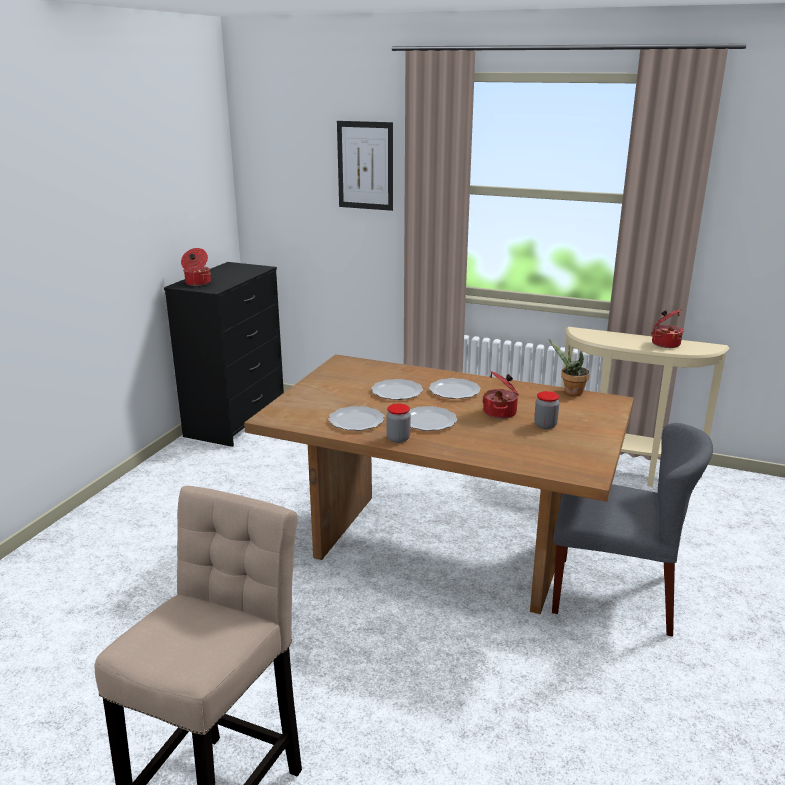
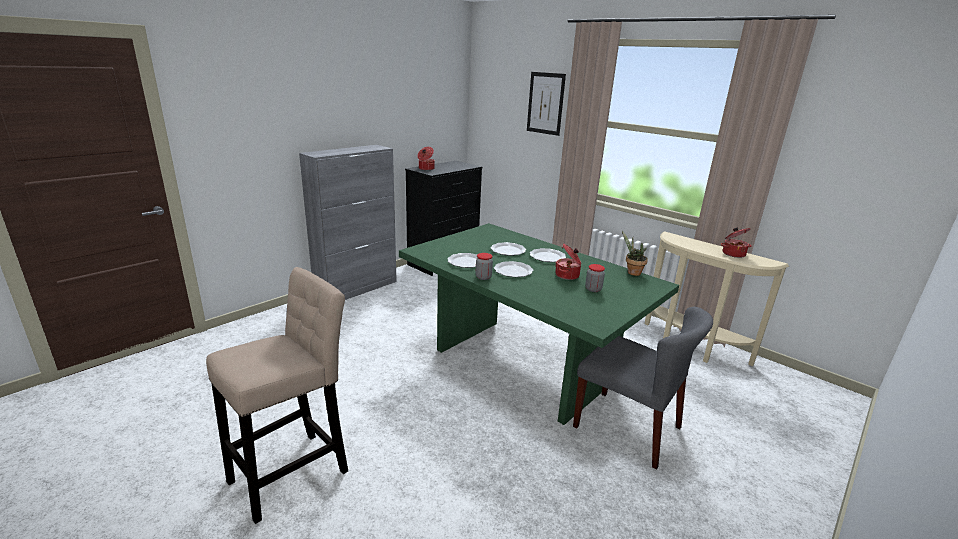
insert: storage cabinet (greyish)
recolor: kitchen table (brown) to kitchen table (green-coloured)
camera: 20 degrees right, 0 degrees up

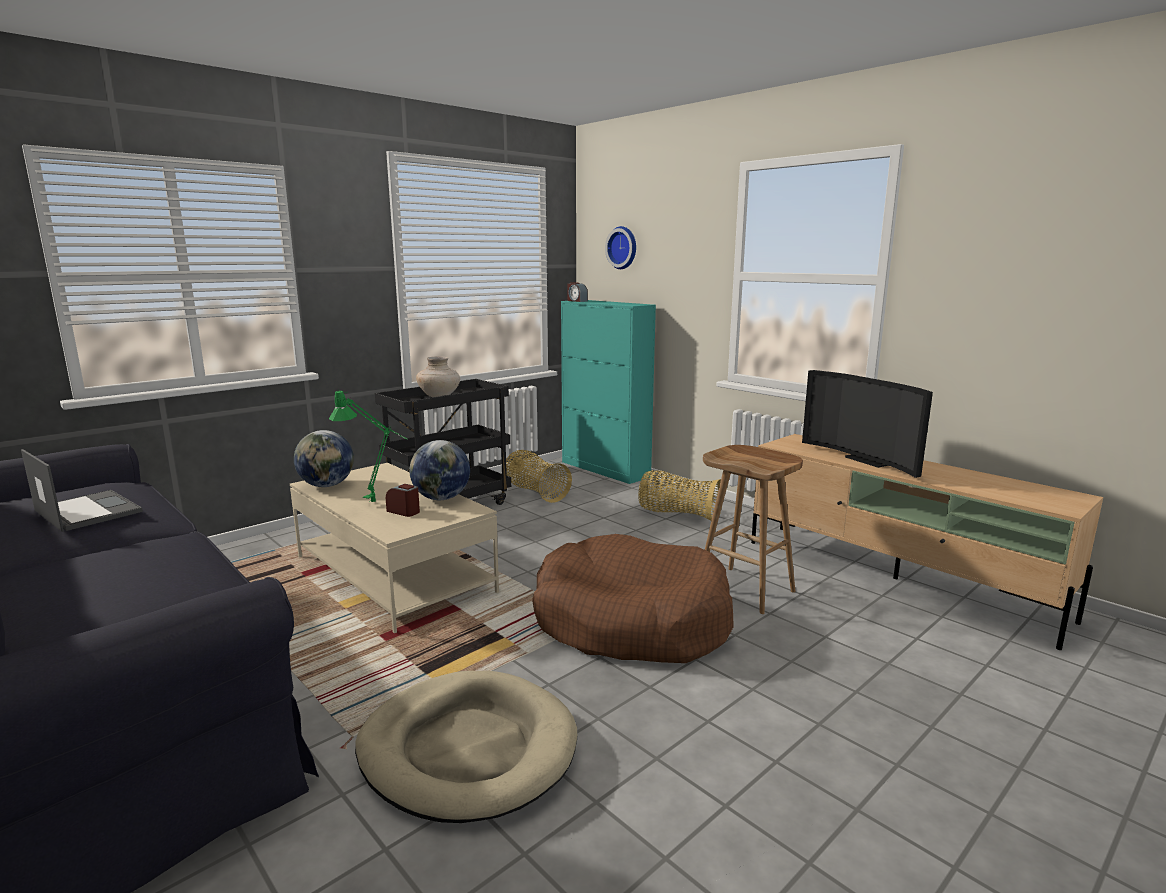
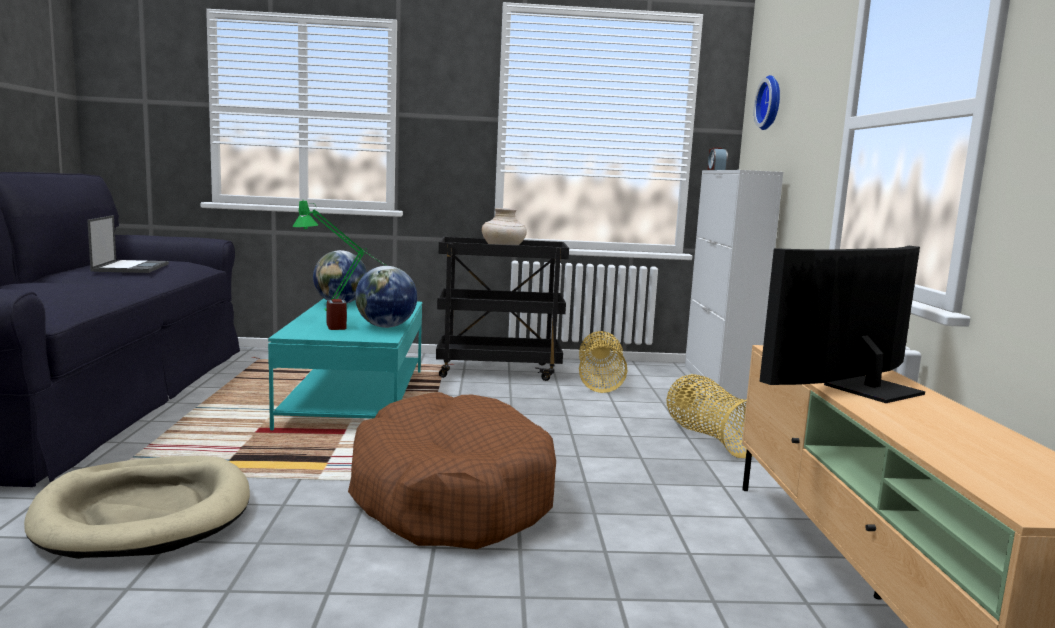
delete: sitting stool (brown)
recolor: storage cabinet (turquoise-coloured) to storage cabinet (white); coffee table (beige-coloured) to coffee table (turquoise-coloured)
rotate: TV 45 degrees clockwise
camera: 40 degrees right, 5 degrees down

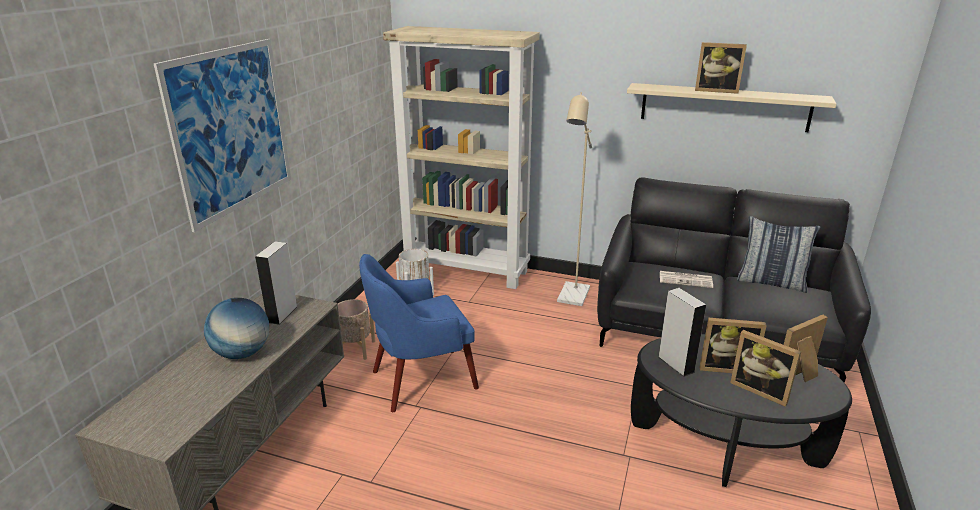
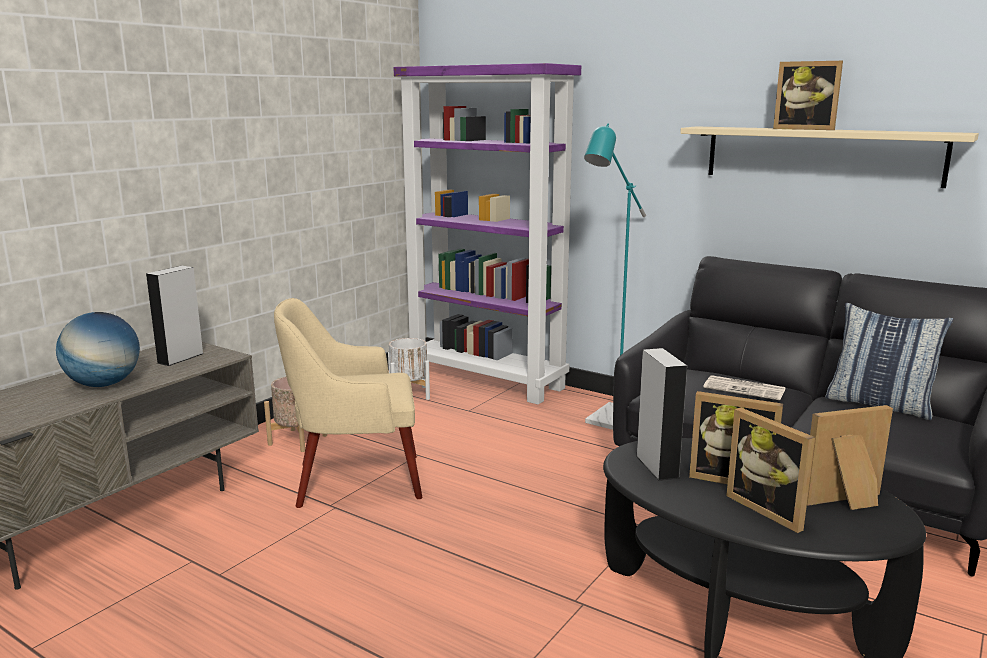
delete: picture
recolor: bookcase (beige-coloured) to bookcase (purple-coloured); standard lamp (beige-coloured) to standard lamp (turquoise-coloured); armchair (blue-coloured) to armchair (beige-coloured)
camera: 15 degrees right, 10 degrees down

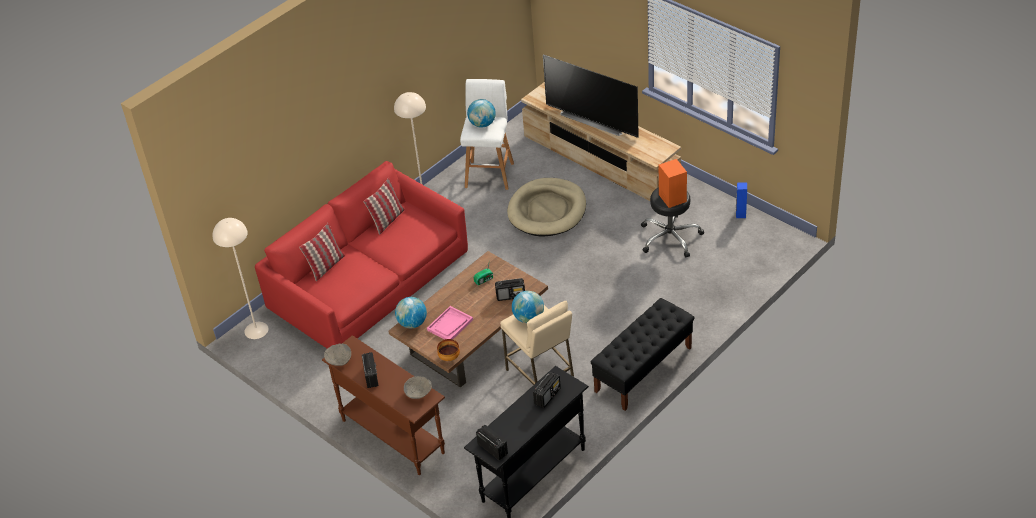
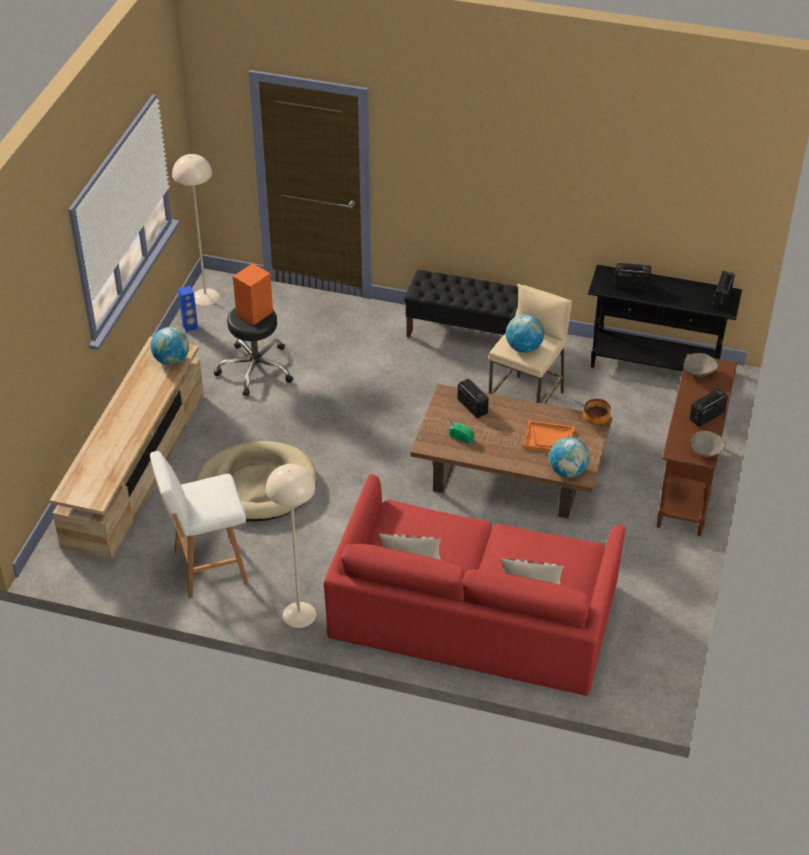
delete: TV
move: globe (2nd from left in the first image) to globe (1st from left); standard lamp (beige-coloured) (1st from left)
recolor: tray (pink-coloured) to tray (orange)
camera: 120 degrees left, 0 degrees up

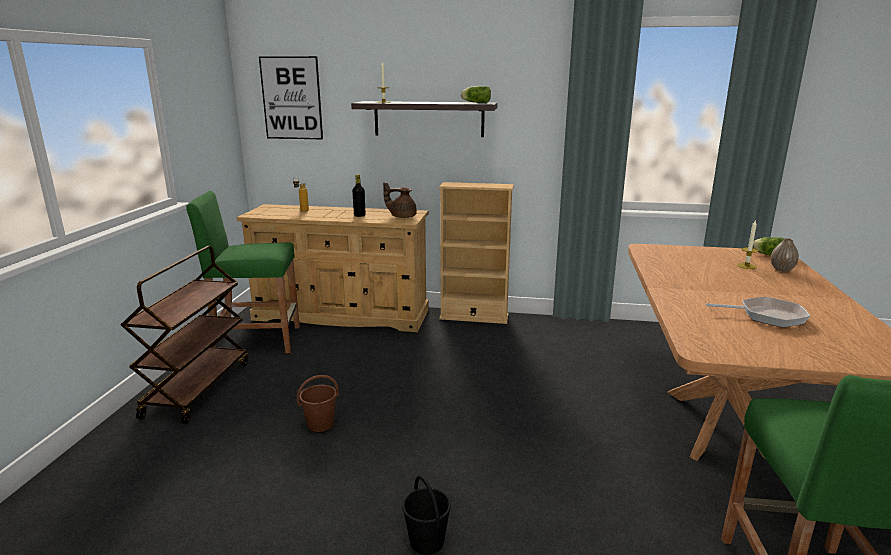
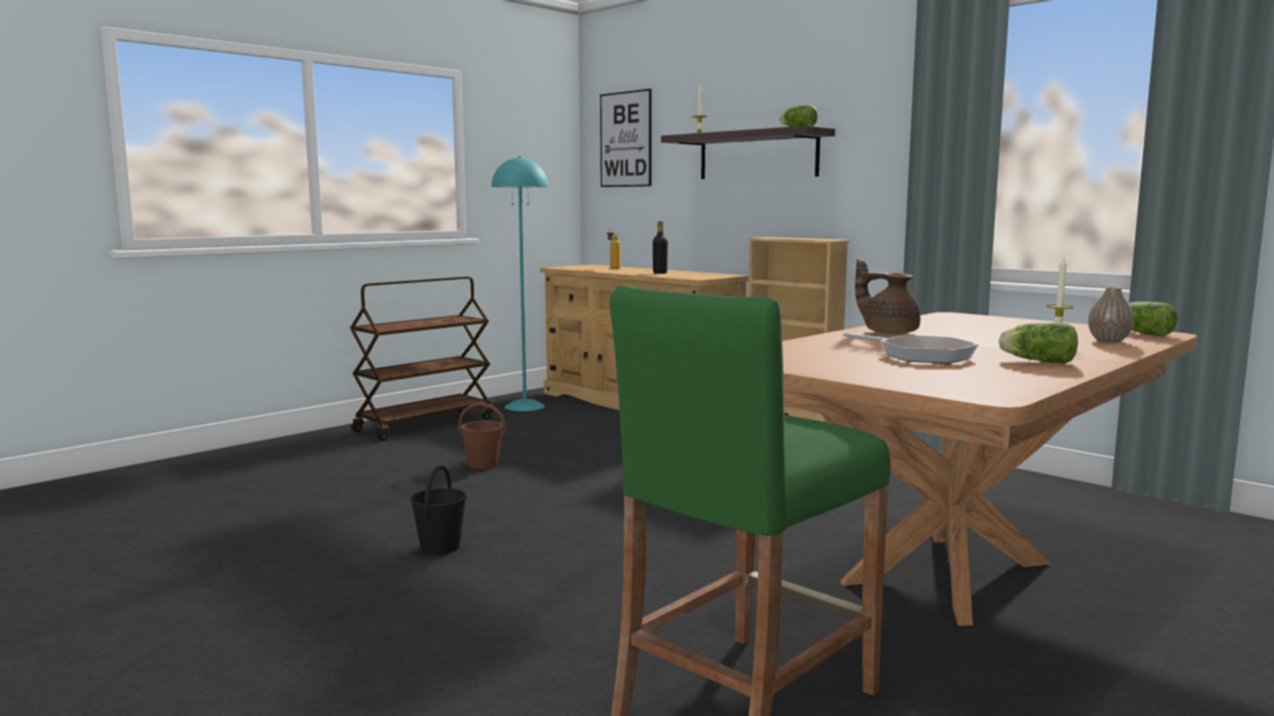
insert: lettuce head (2nd from left)
move: teapot (brown)
replace: sitting stool (green-coloured) (1st from left) to standard lamp (turquoise-coloured)
camera: 35 degrees right, 10 degrees down

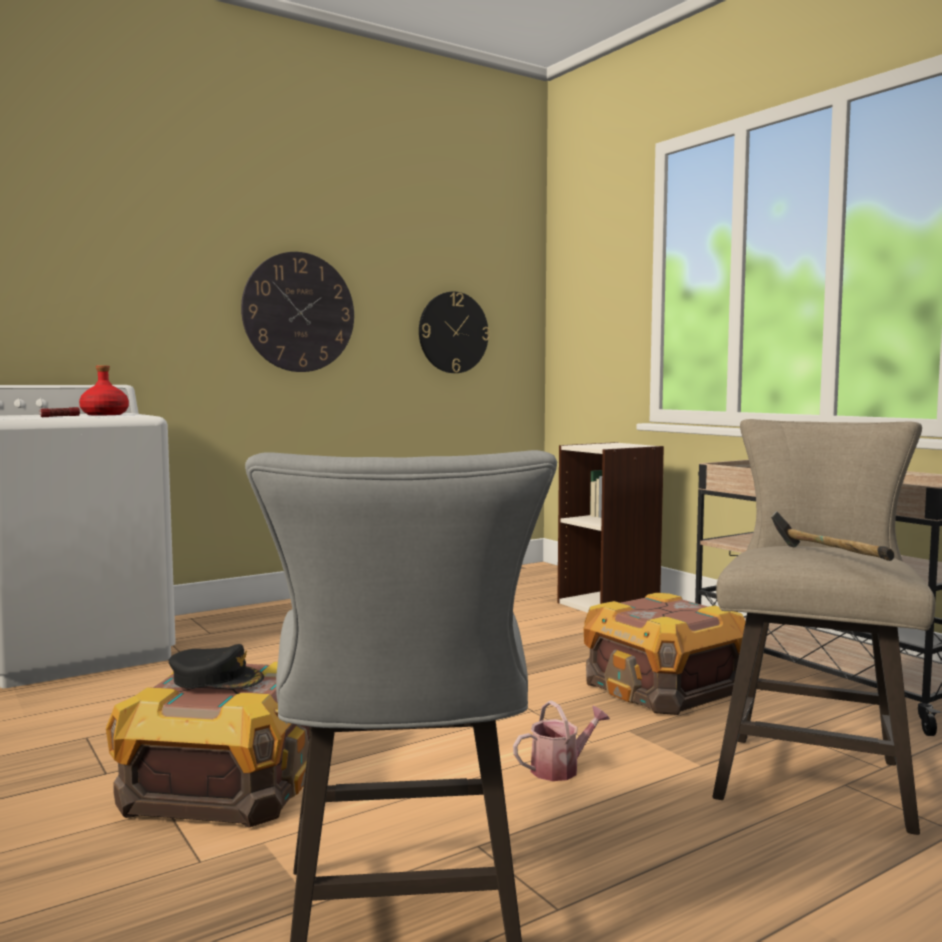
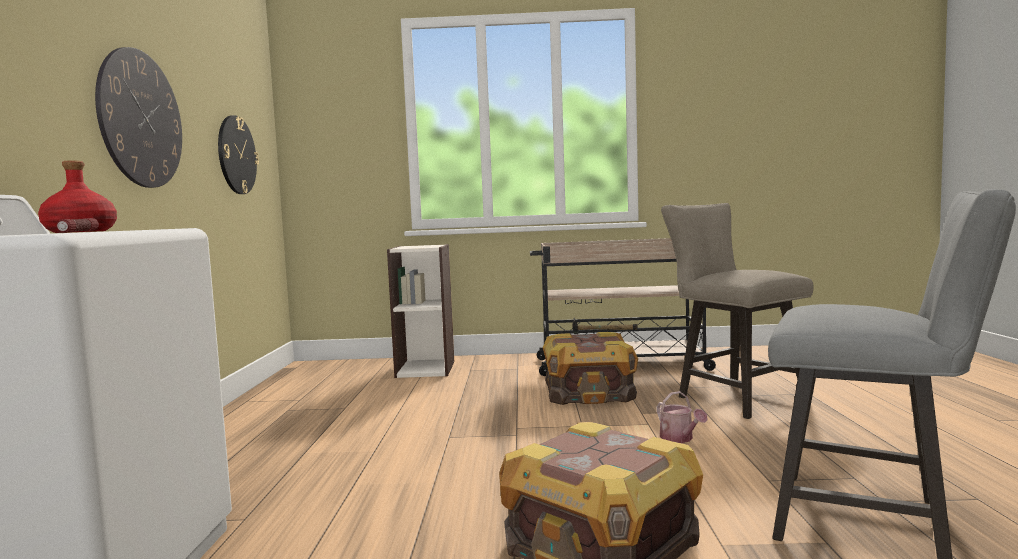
delete: baseball cap (black)
move: tool hammer
rotate: sprinkling can 150 degrees clockwise
camera: 55 degrees left, 0 degrees up

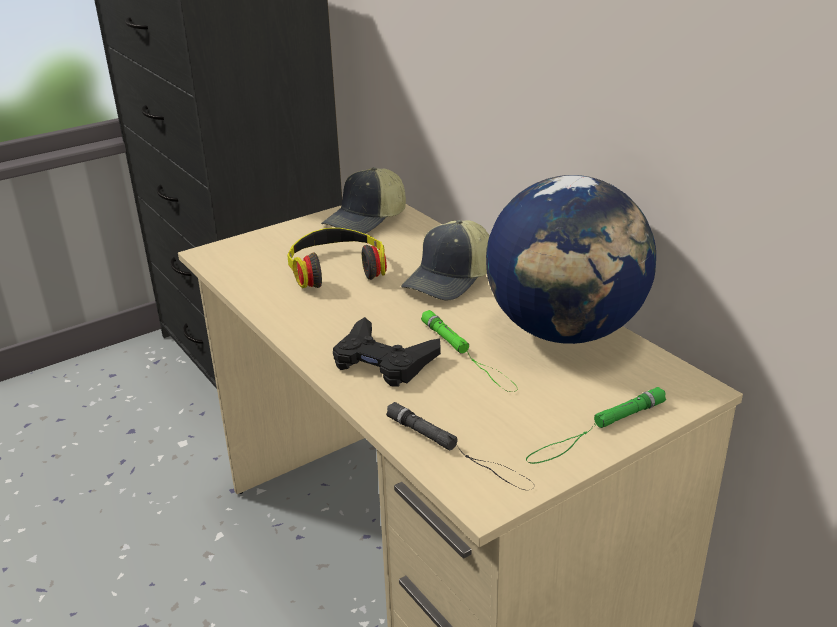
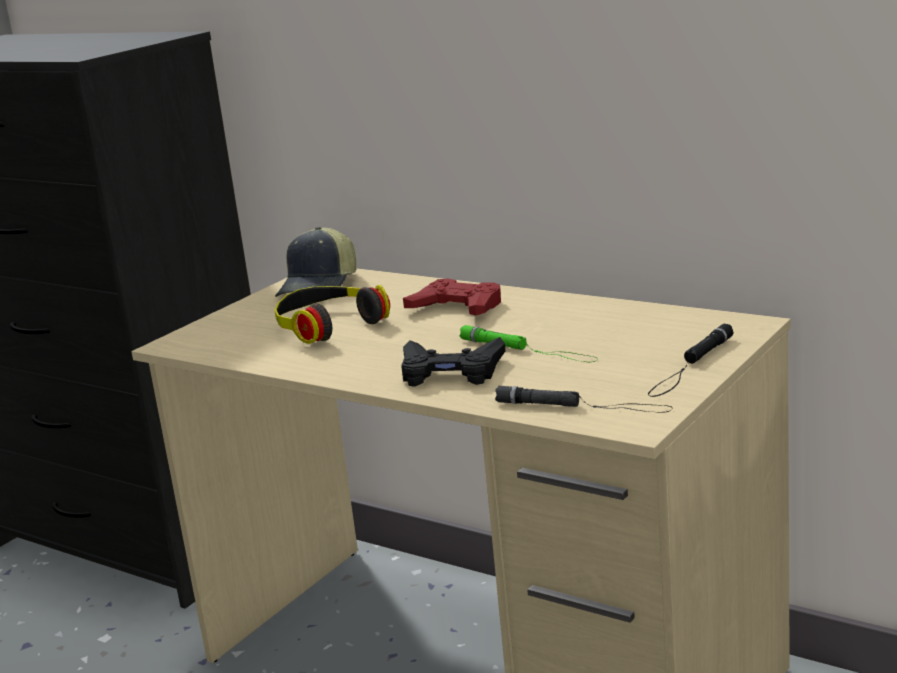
delete: globe
replace: baseball cap (2nd from left) to gamepad (red)
recolor: torch (green-coloured) (2nd from left) to torch (black) (2nd from left)
camera: 20 degrees left, 10 degrees down

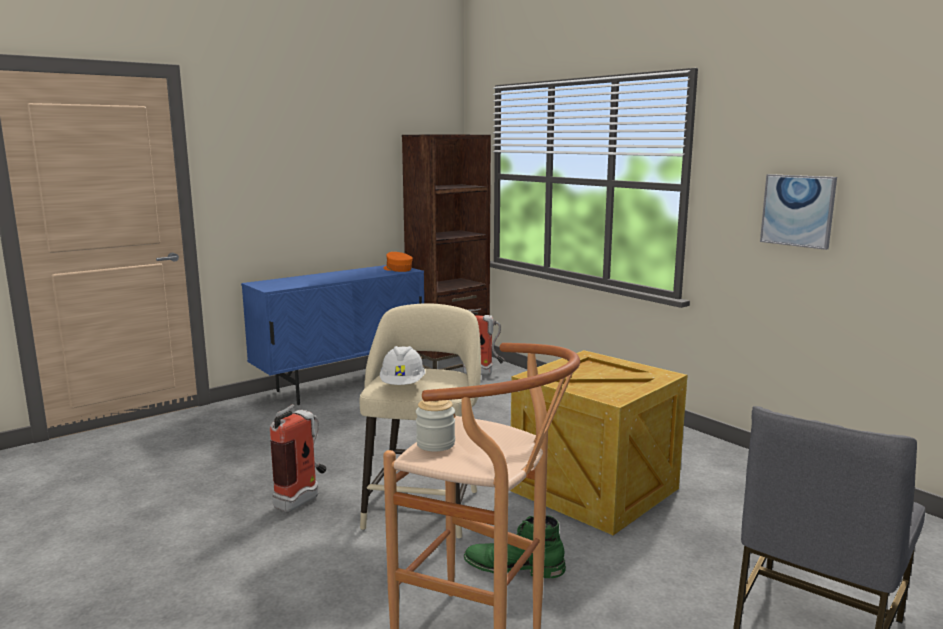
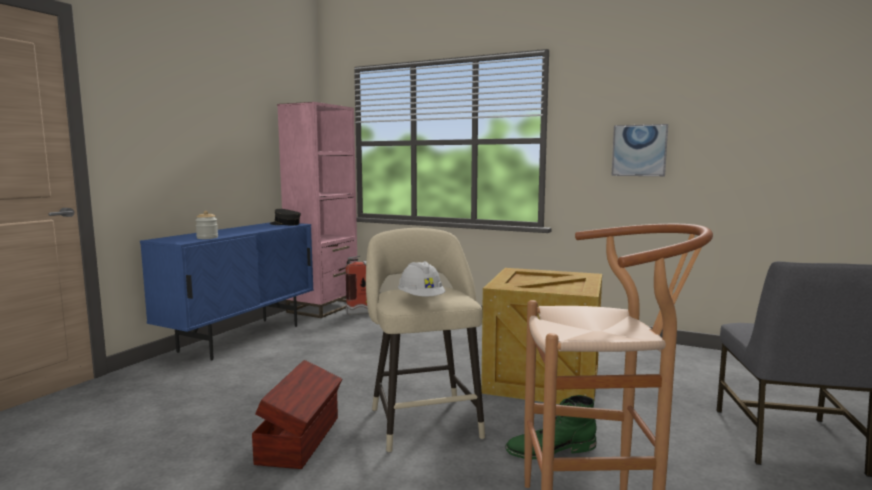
move: preserve jar
replace: fire extinguisher (1st from left) to storage box (brown)
recolor: bookcase (brown) to bookcase (pink-coloured); baseball cap (orange) to baseball cap (greyish)
camera: 25 degrees left, 5 degrees down

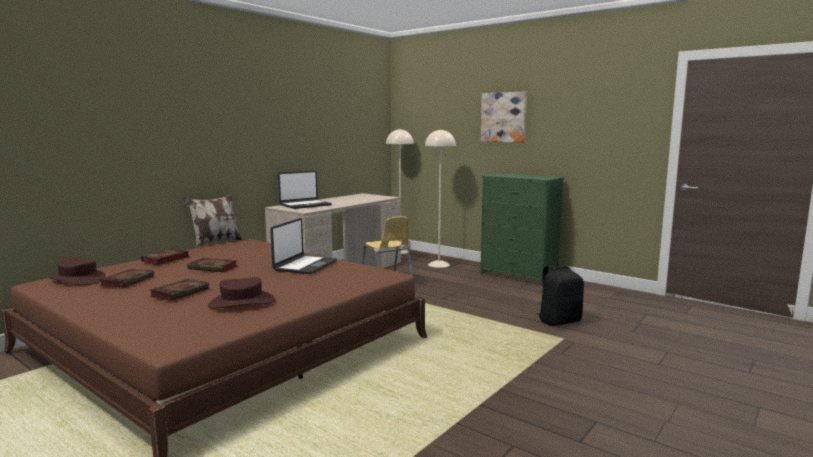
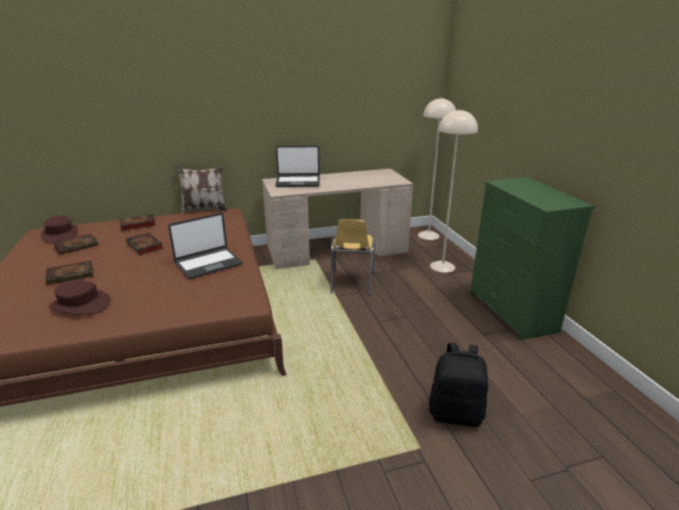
delete: picture
camera: 35 degrees right, 15 degrees up

